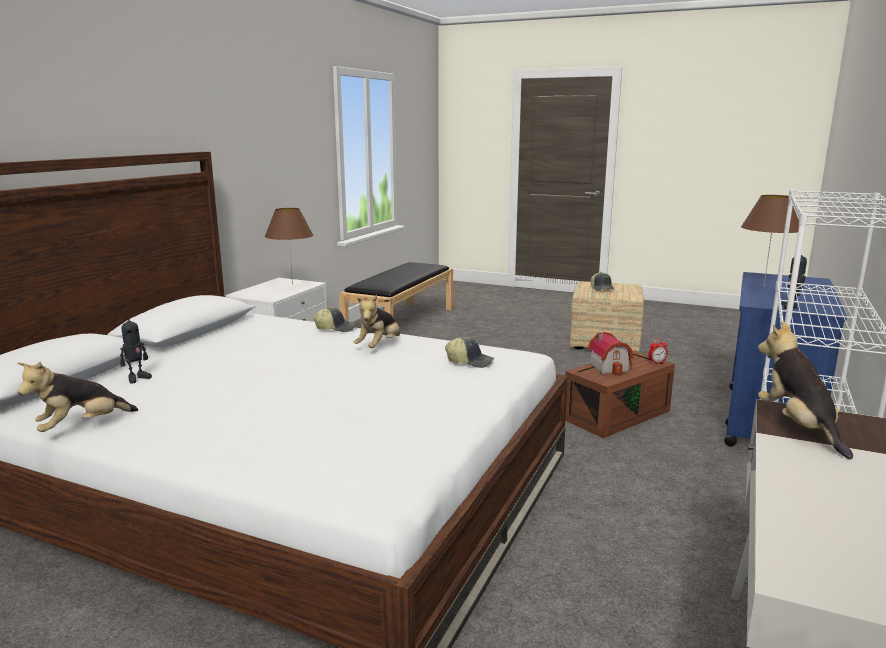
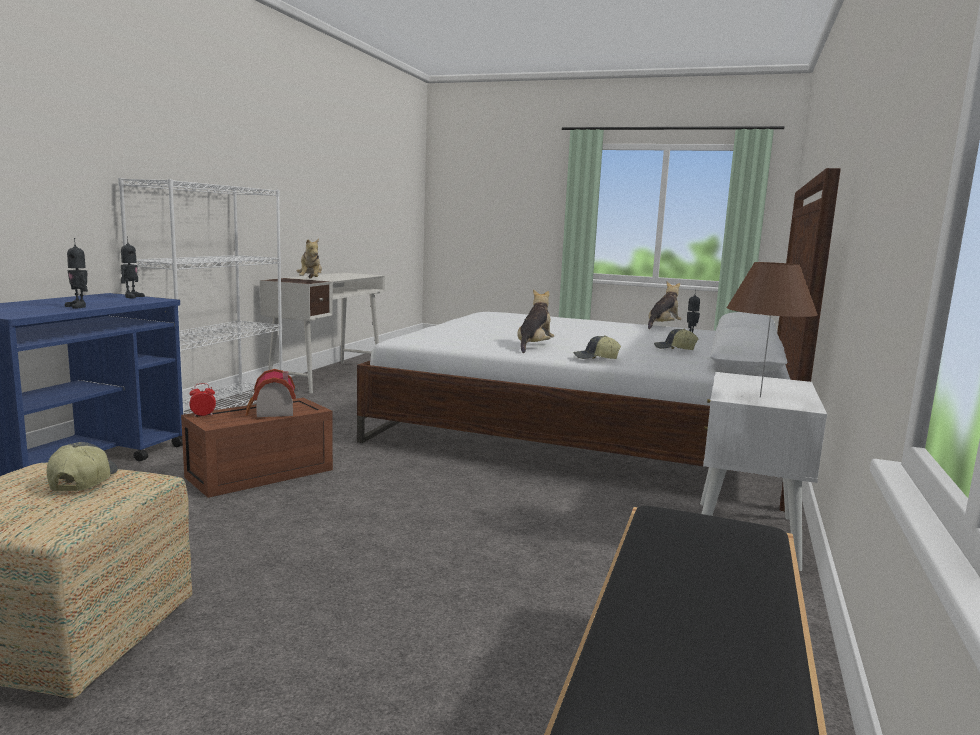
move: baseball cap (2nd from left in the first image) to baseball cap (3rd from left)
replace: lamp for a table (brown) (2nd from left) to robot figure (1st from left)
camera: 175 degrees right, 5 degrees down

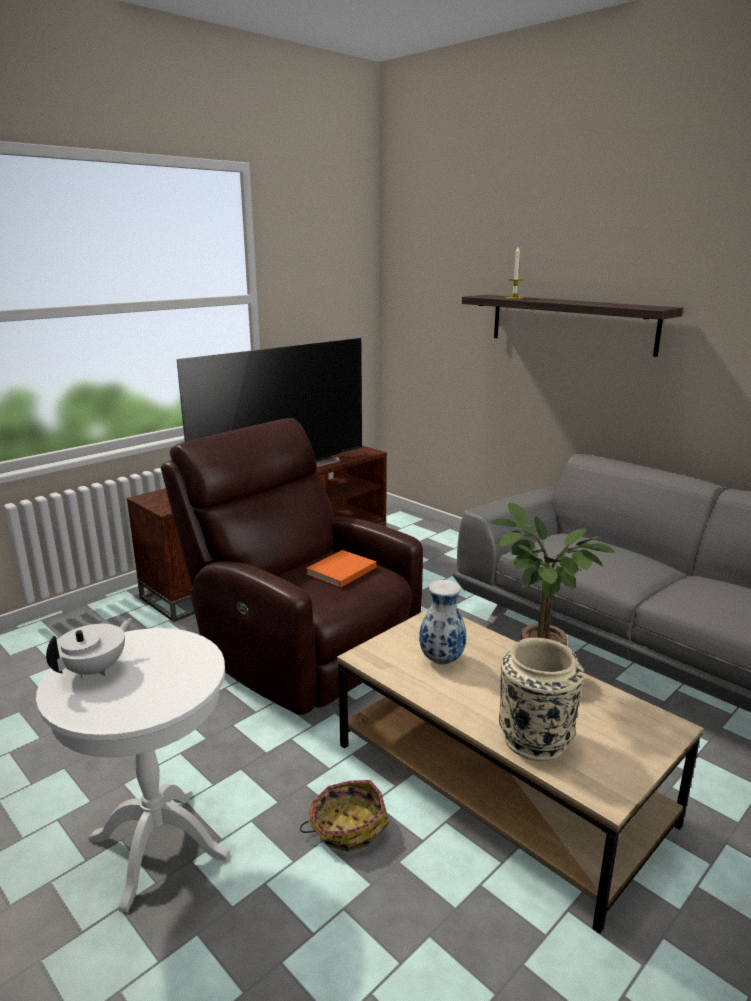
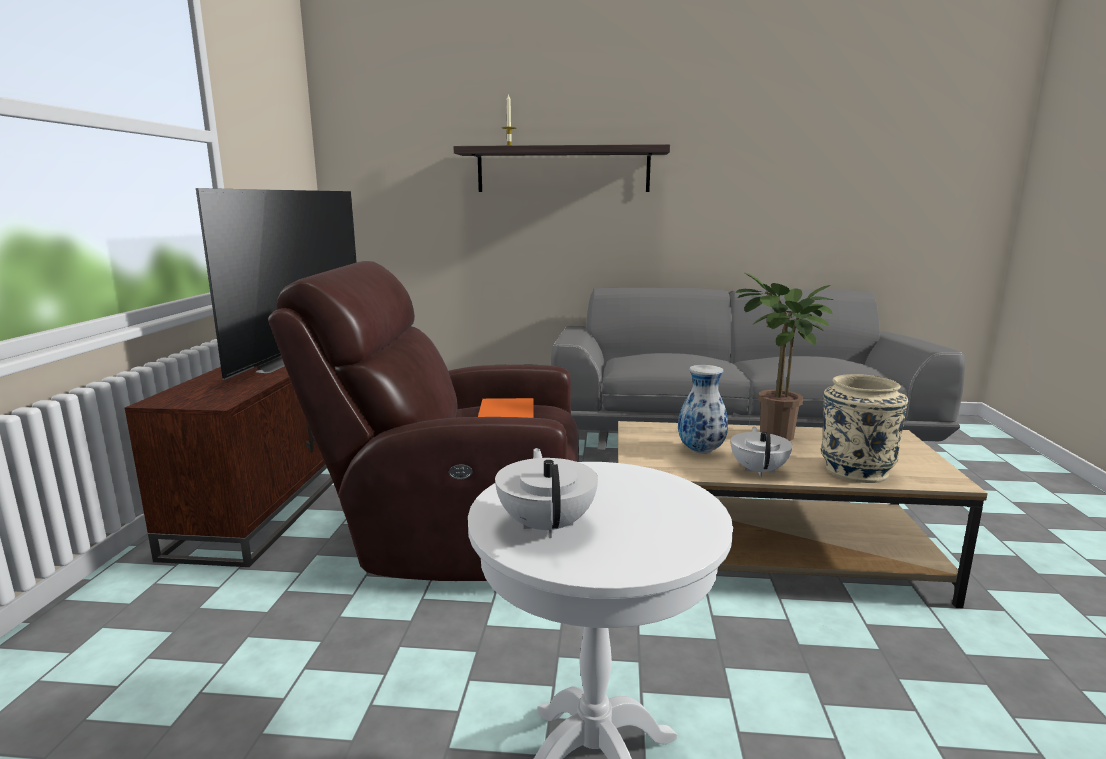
delete: storage basket
insert: teapot (white) (2nd from left)
camera: 40 degrees left, 5 degrees down

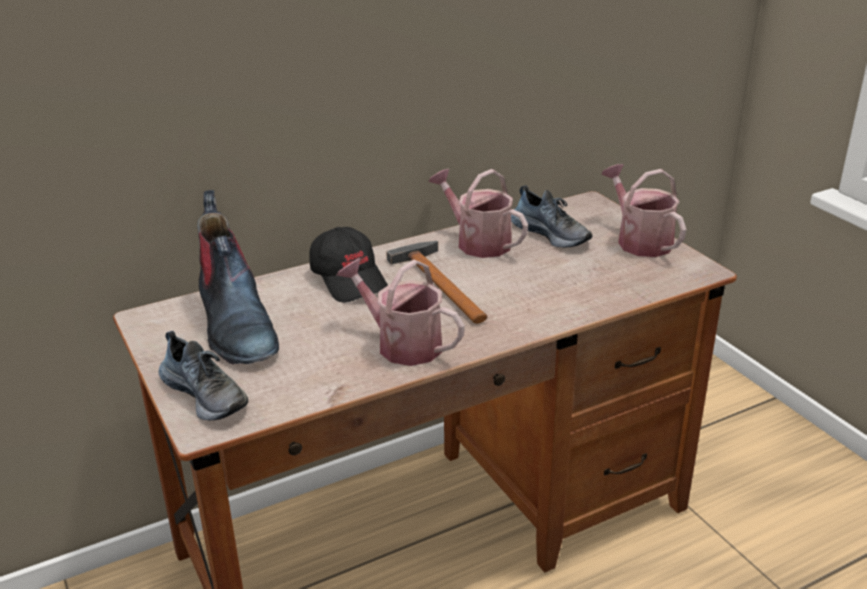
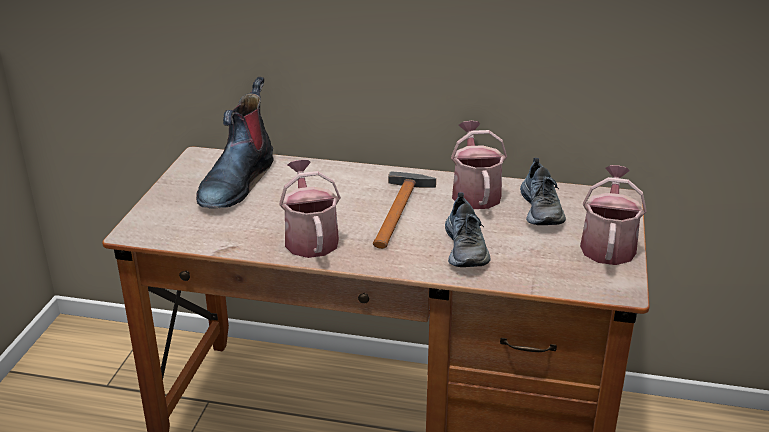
delete: baseball cap (black)
move: item of footwear (1st from left)
camera: 40 degrees right, 0 degrees up

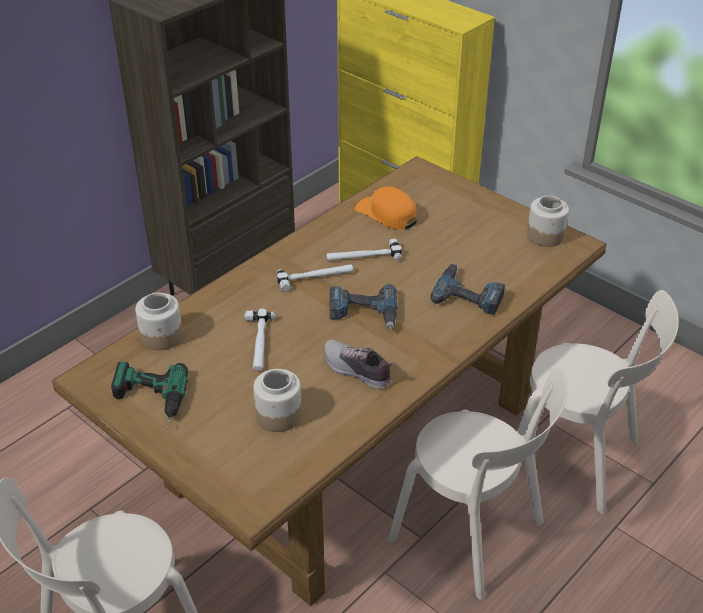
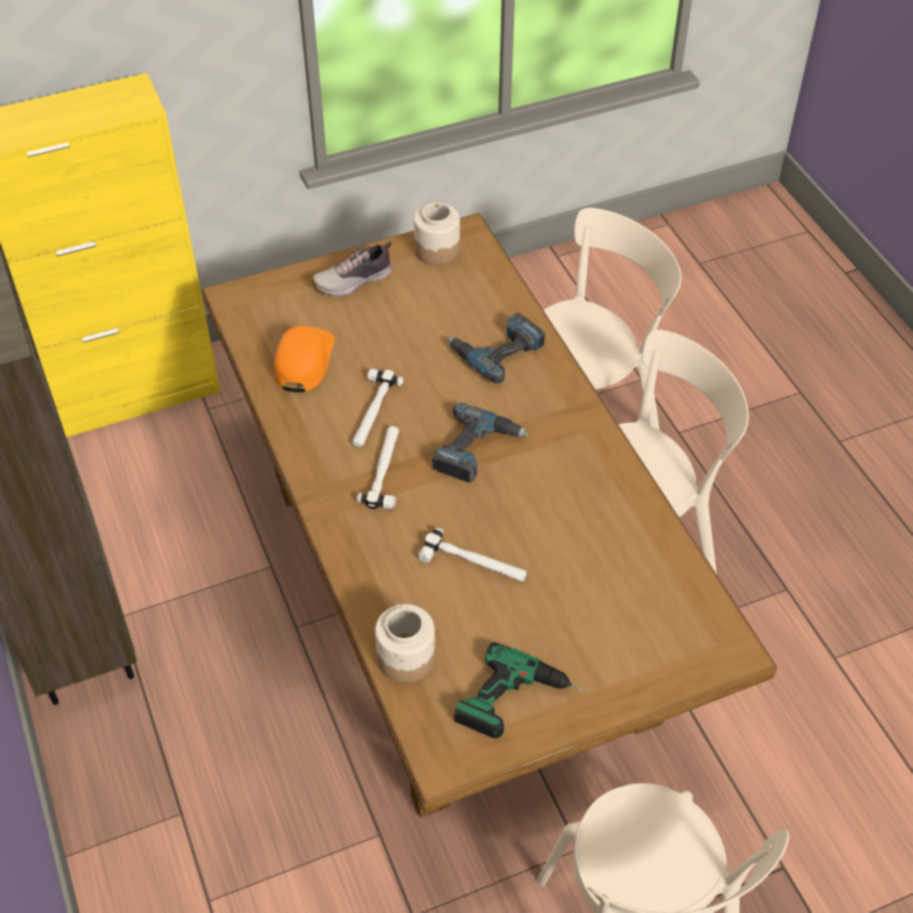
delete: preserve jar (2nd from left)
move: item of footwear
rotate: baseball cap (orange) 120 degrees clockwise
camera: 65 degrees left, 10 degrees up

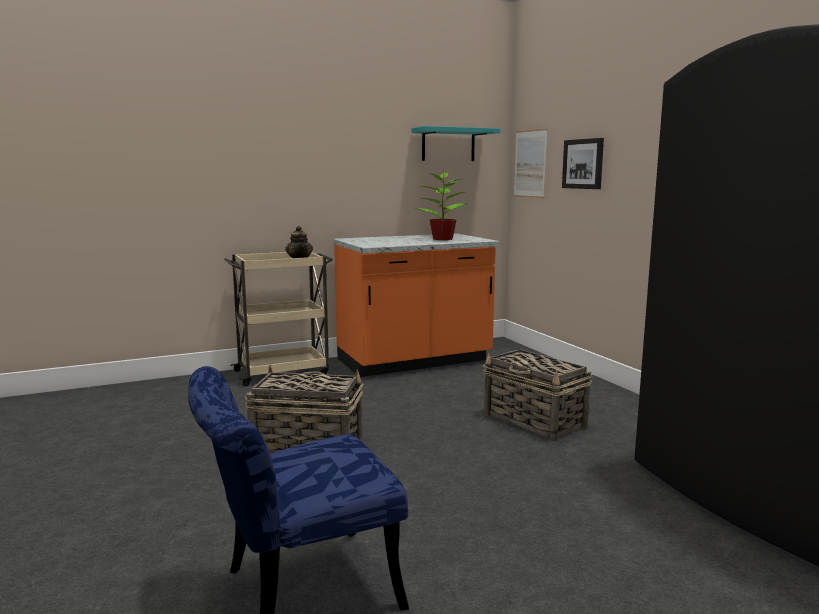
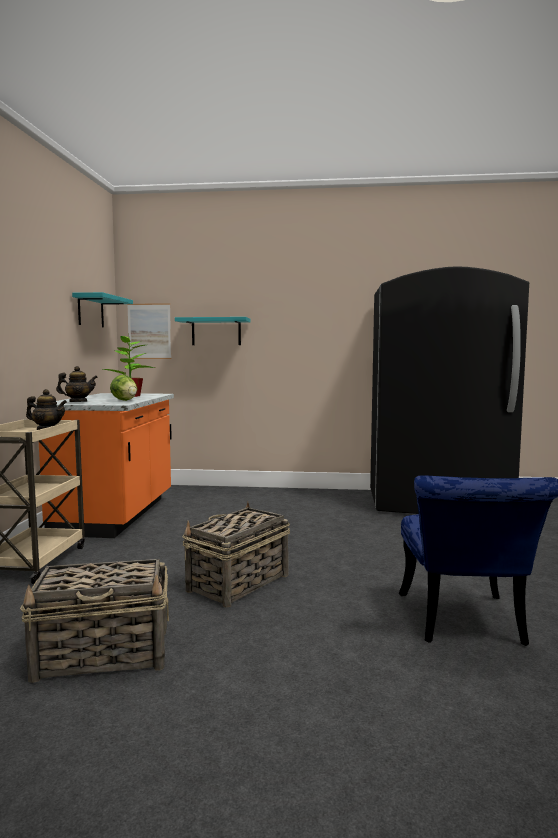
insert: teapot (2nd from left); lettuce head
move: storage basket (2nd from left in the first image) to storage basket (1st from left)
replace: picture (2nd from left) to bracket shelf (turquoise-coloured) (2nd from left)
camera: 60 degrees left, 5 degrees down

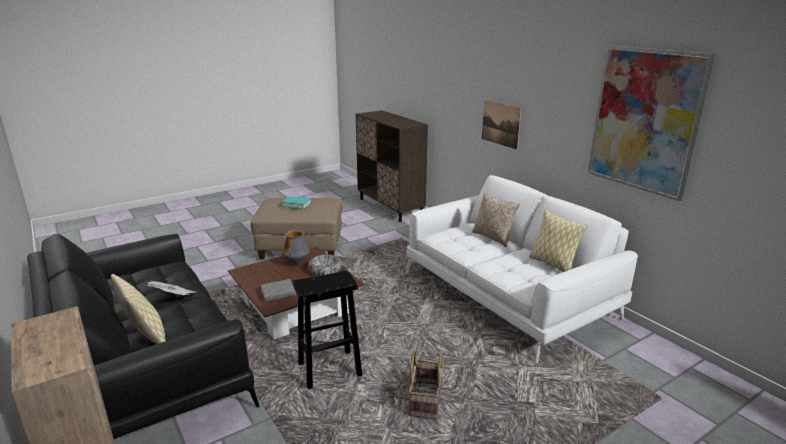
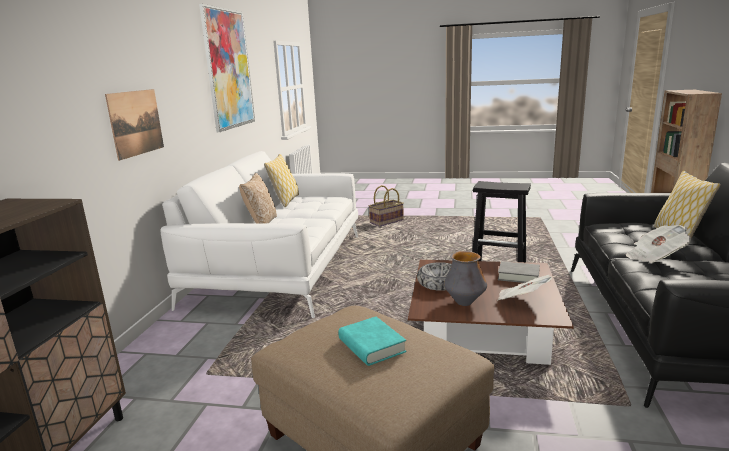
insert: printed paper (1st from left)
move: storage basket
camera: 135 degrees left, 5 degrees down

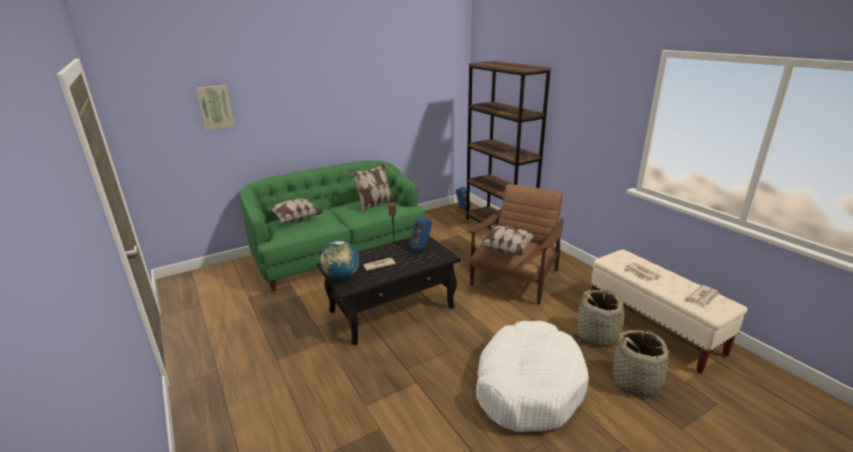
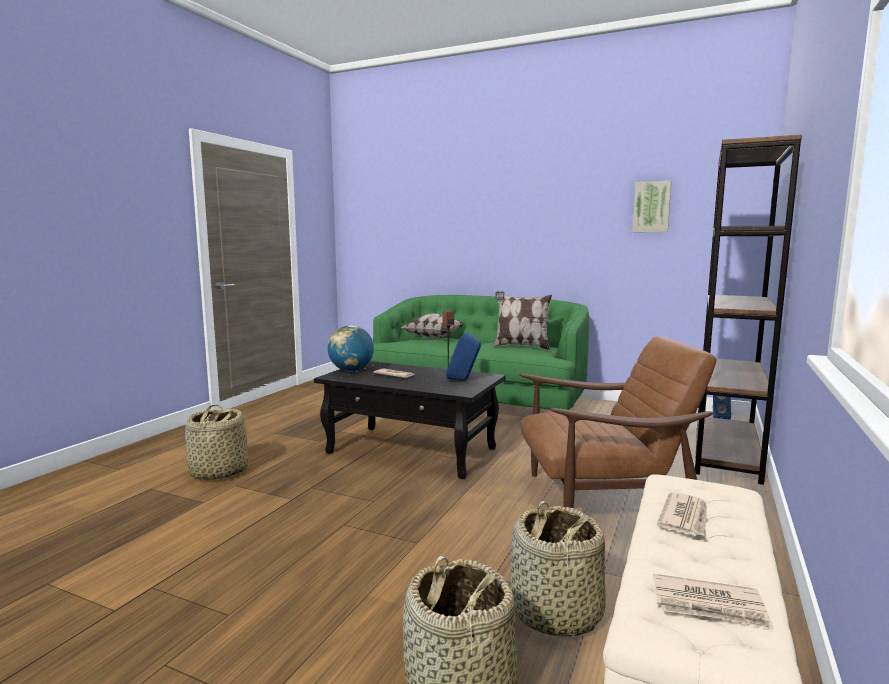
delete: throw pillow (3rd from left); dog cushion (white)
insert: storage basket (1st from left)
move: picture
camera: 55 degrees right, 15 degrees down

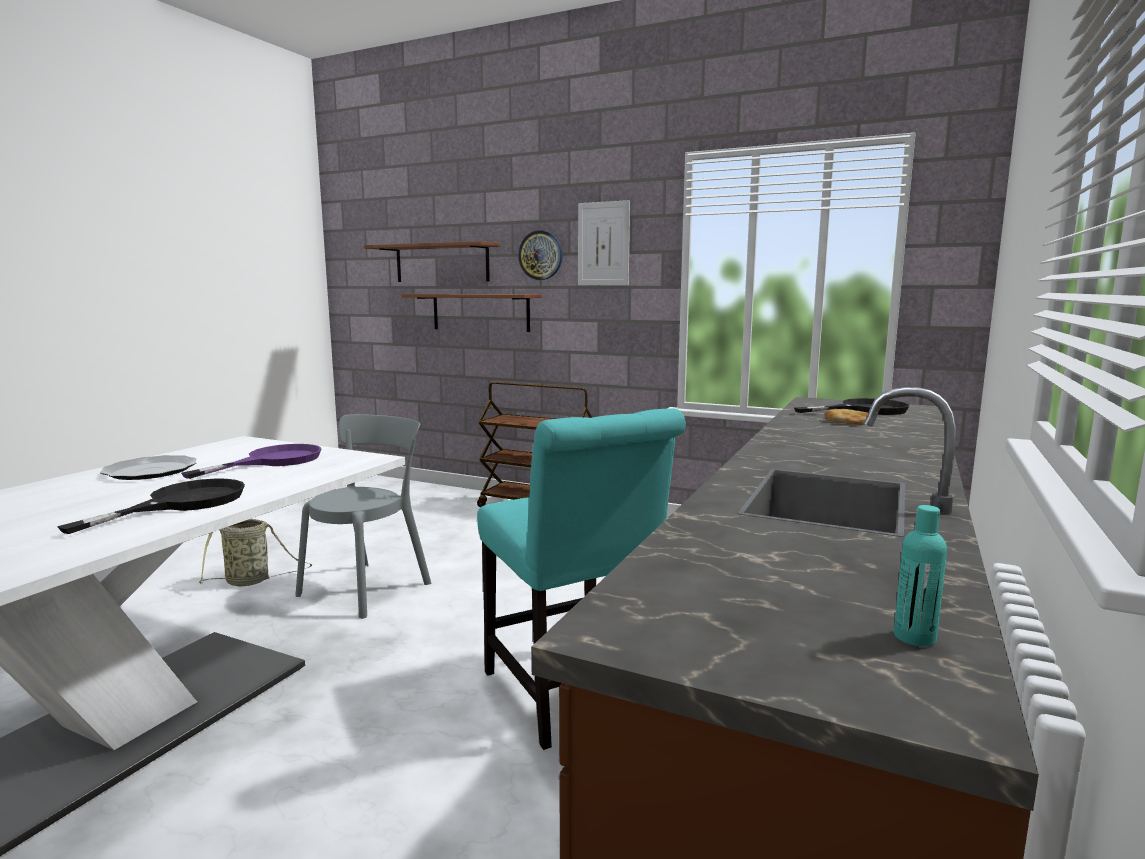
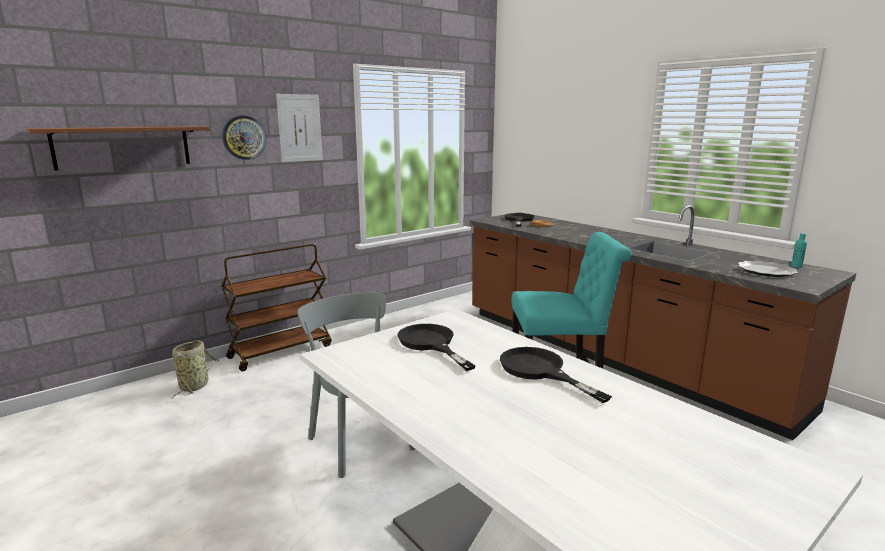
delete: bracket shelf (brown) (2nd from left)
move: plate; storage basket
recolor: skillet (purple-coloured) to skillet (black) (1st from left)
camera: 65 degrees left, 5 degrees up

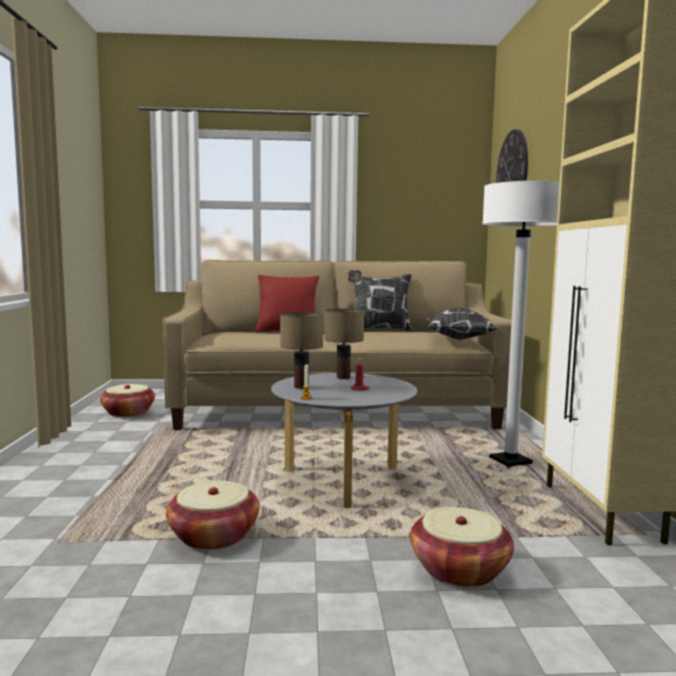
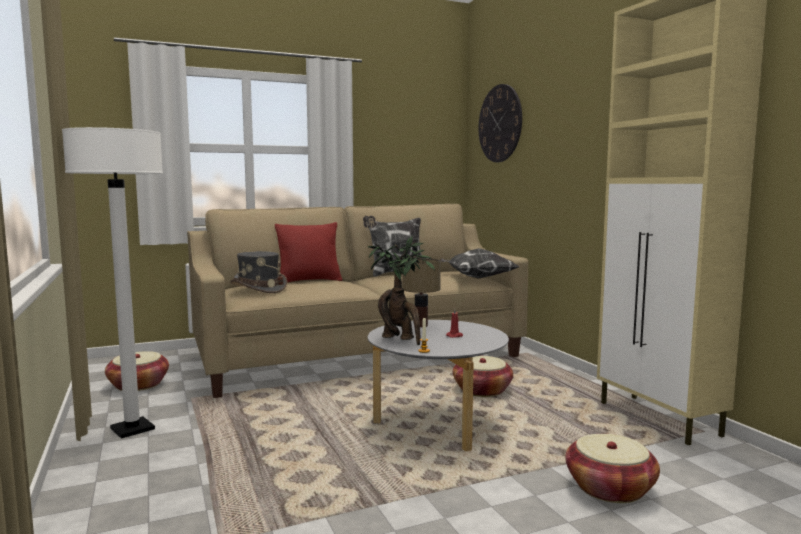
insert: clothing hat (greyish)
move: standard lamp (white); storage basket (2nd from left)
replace: lamp for a table (1st from left) to plant in a pot
camera: 20 degrees left, 0 degrees up

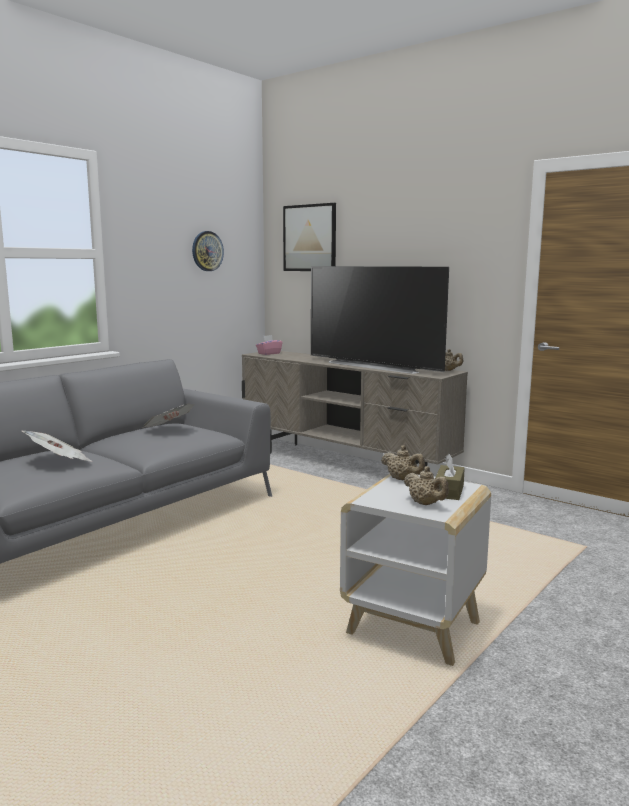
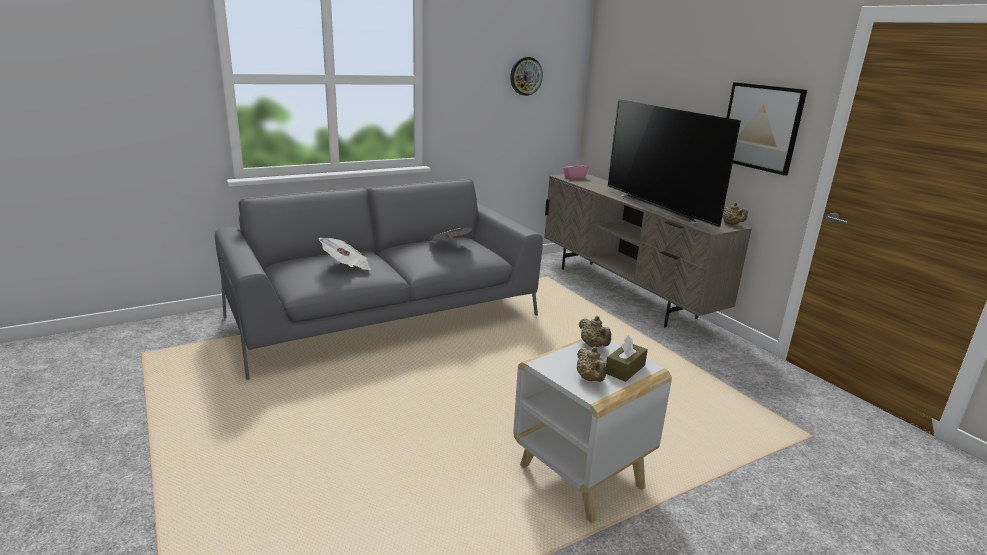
move: picture
camera: 20 degrees right, 10 degrees up

